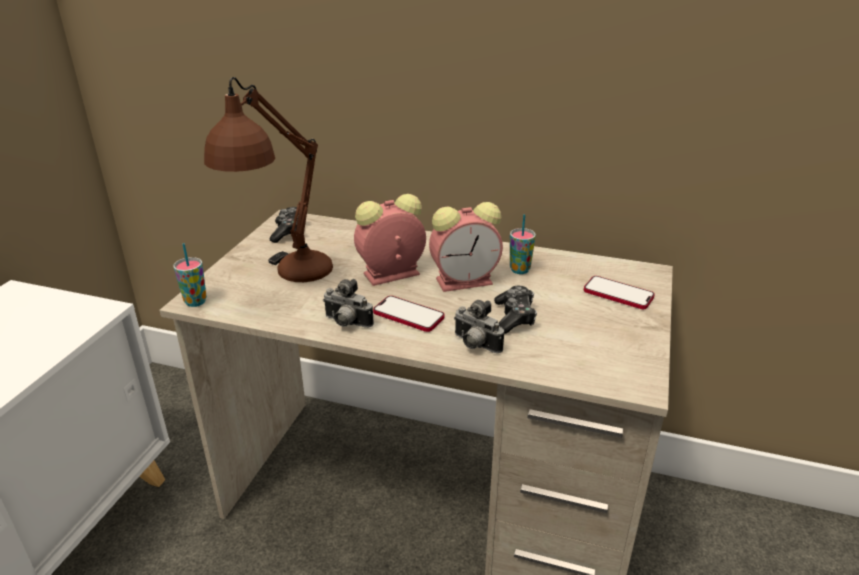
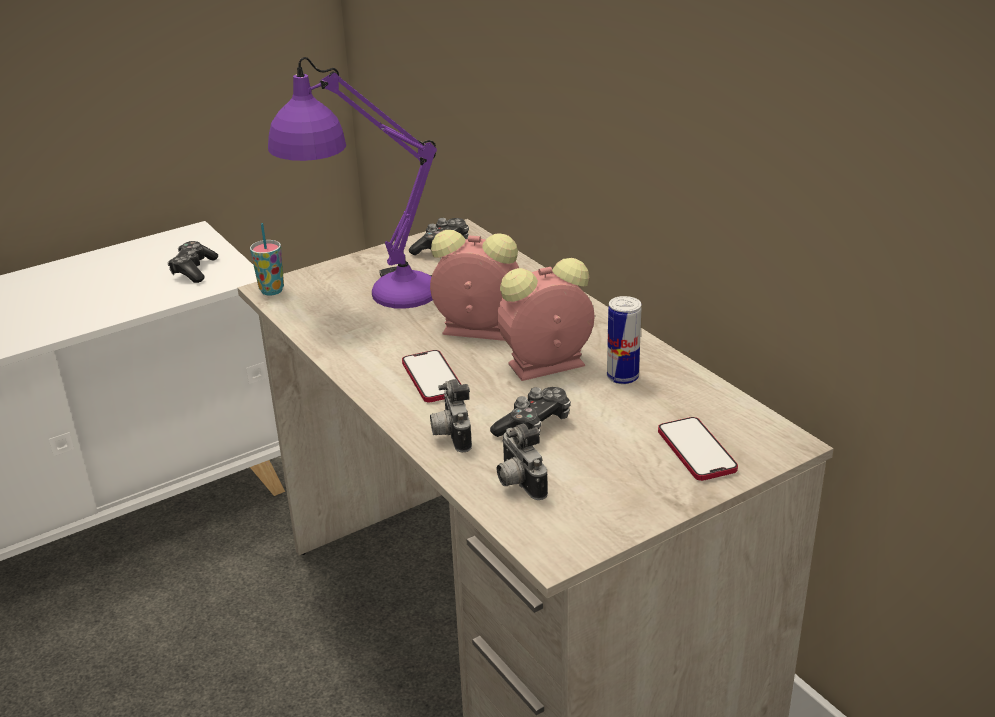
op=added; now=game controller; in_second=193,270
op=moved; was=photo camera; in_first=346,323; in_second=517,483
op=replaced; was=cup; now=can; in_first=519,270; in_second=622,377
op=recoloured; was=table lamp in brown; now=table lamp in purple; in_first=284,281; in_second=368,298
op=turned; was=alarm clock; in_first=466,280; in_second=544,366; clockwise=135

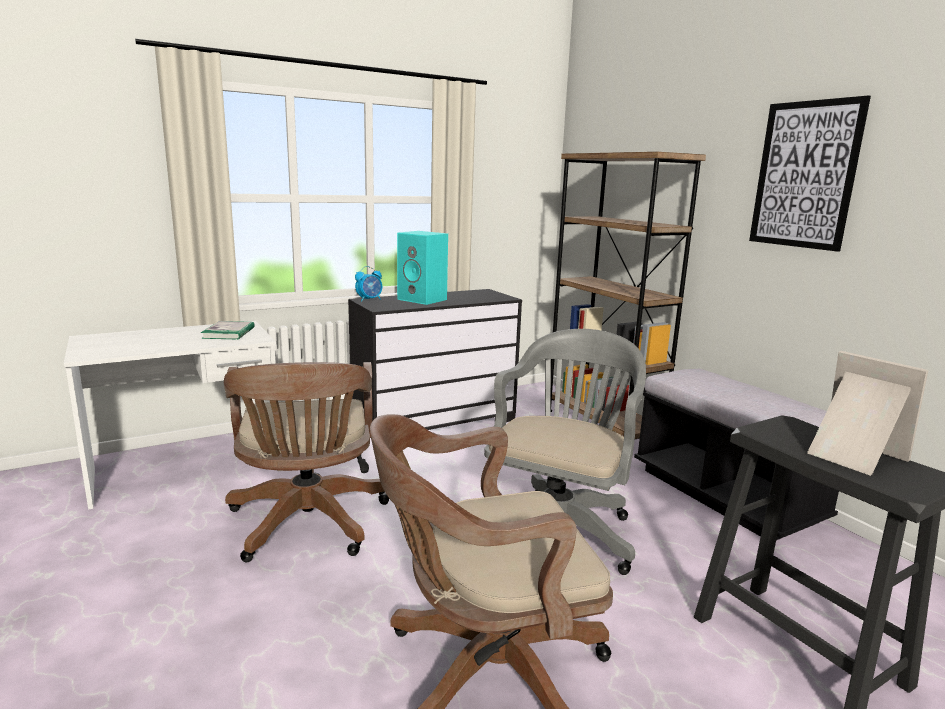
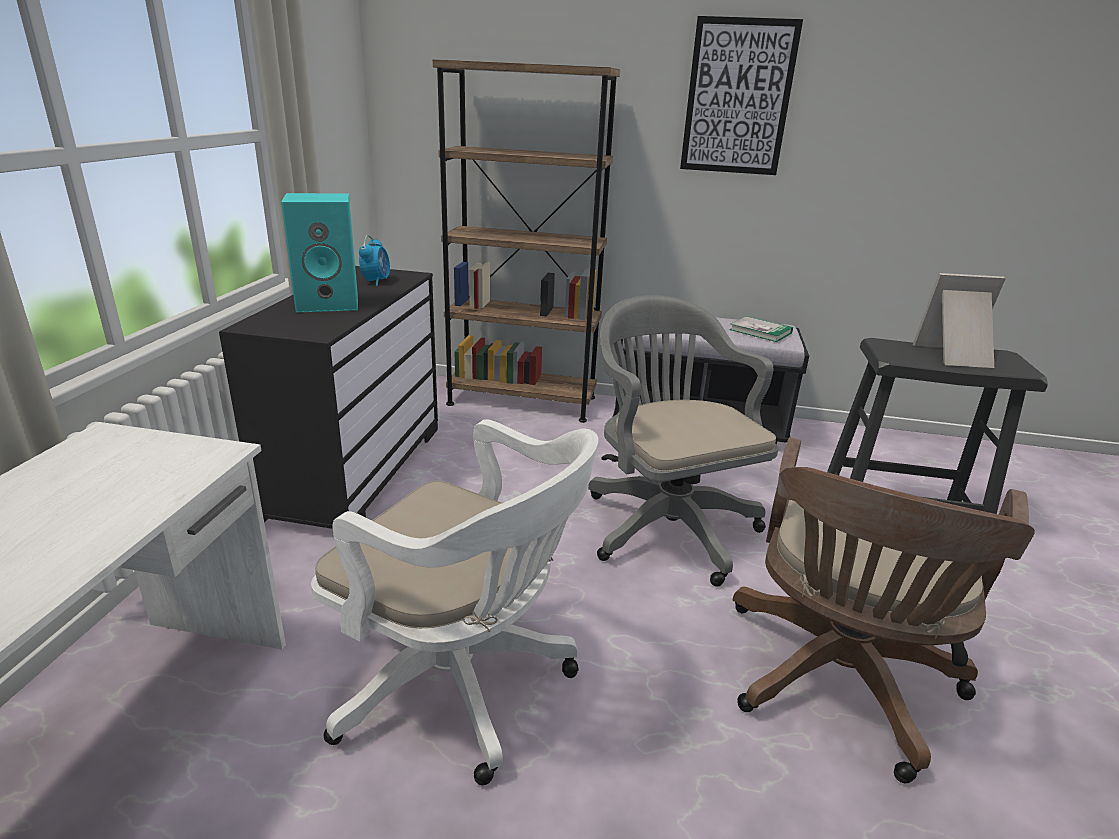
op=moved; was=book; in_first=229,333; in_second=760,331
op=moved; was=alarm clock; in_first=369,300; in_second=376,281
op=recoloured; was=office chair in brown; now=office chair in white; in_first=308,525; in_second=462,683

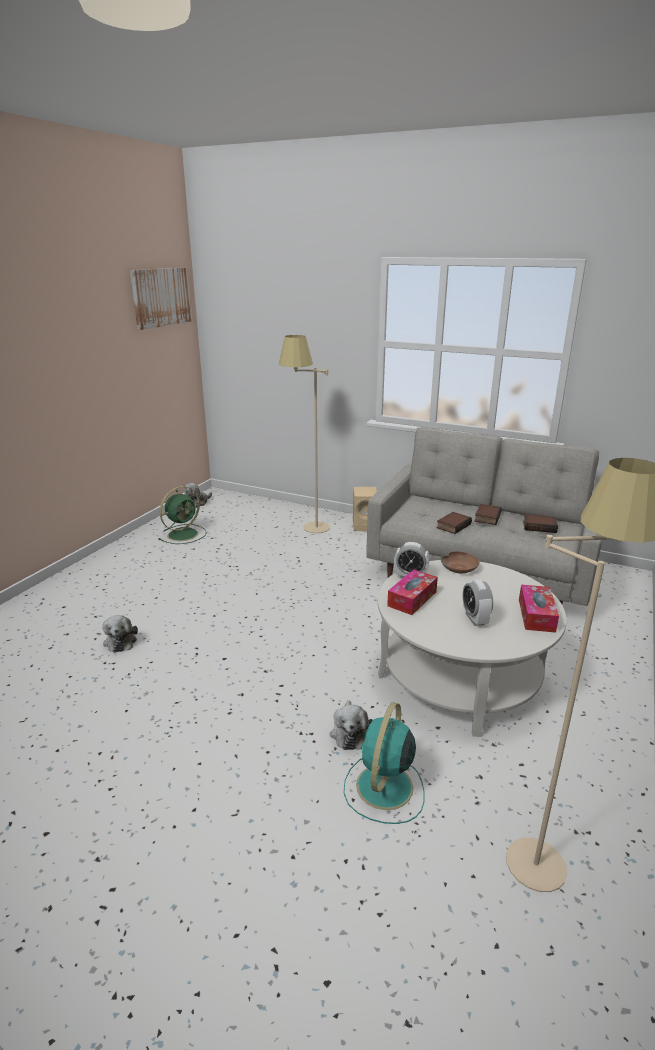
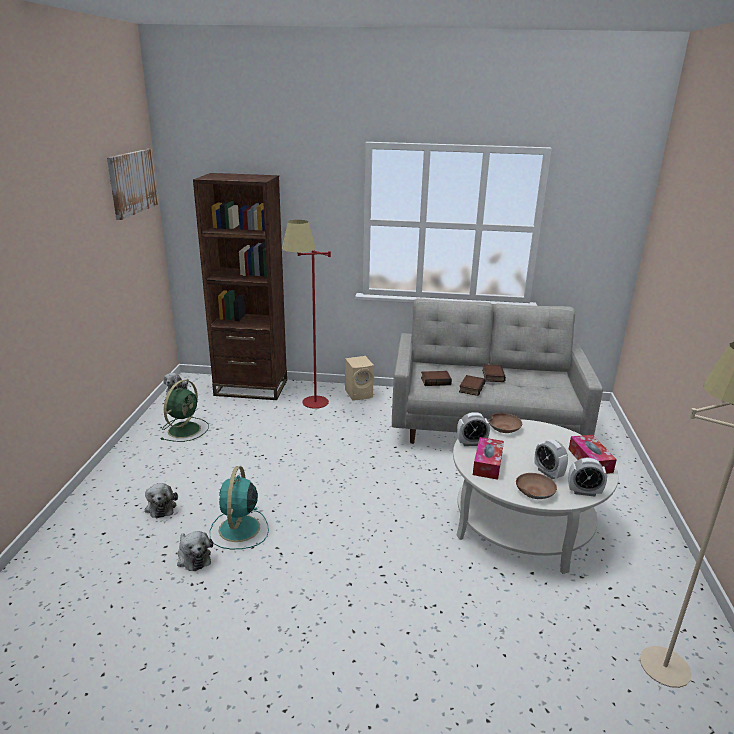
op=added; now=bookcase in brown; in_second=251,388
op=added; now=bowl in brown; in_second=534,491
op=added; now=alarm clock; in_second=584,492
op=moved; was=plush toy; in_first=349,732; in_second=161,506
op=moved; was=fan in turquoise; in_first=383,788; in_second=239,530
op=moved; was=book; in_first=540,526; in_second=436,381
op=recoloured; was=floor lamp in beige; now=floor lamp in red; in_first=308,531; in_second=309,407

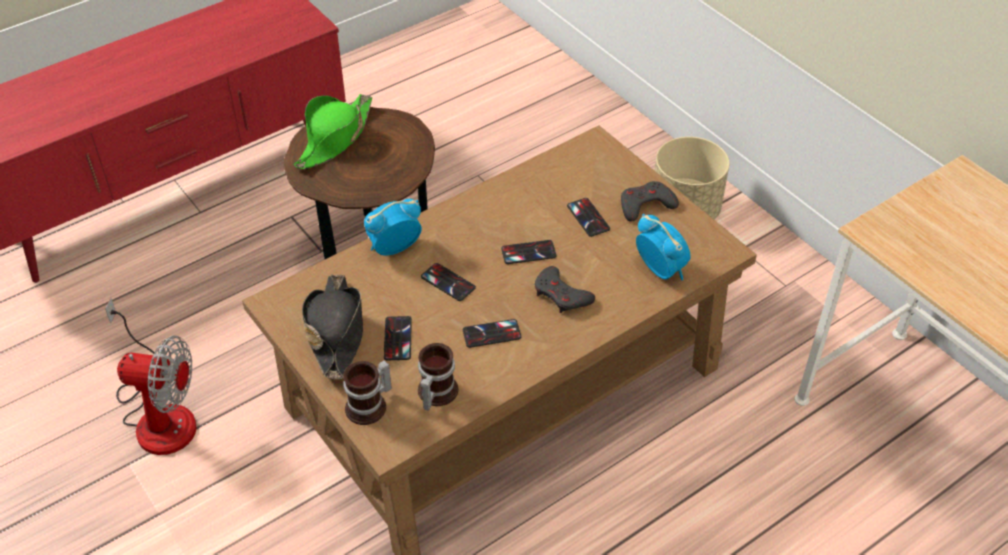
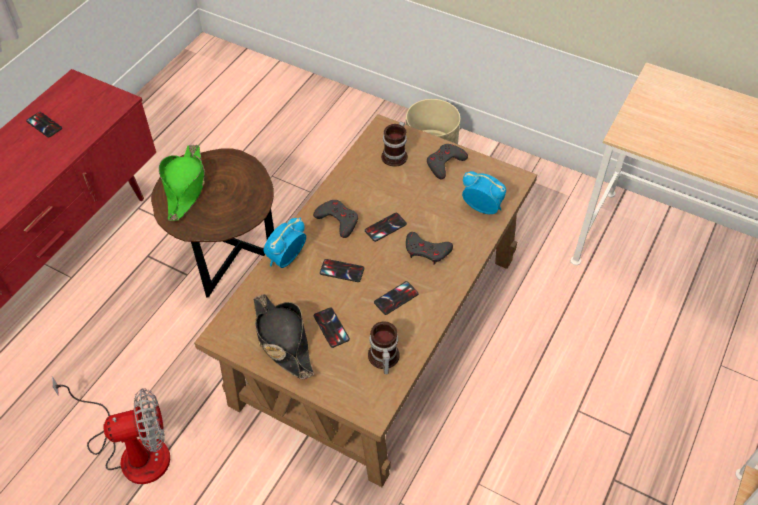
op=added; now=game controller in grey; in_second=338,220
op=moved; was=mug; in_first=370,407; in_second=396,155
op=moved; was=phone; in_first=588,217; in_second=44,125

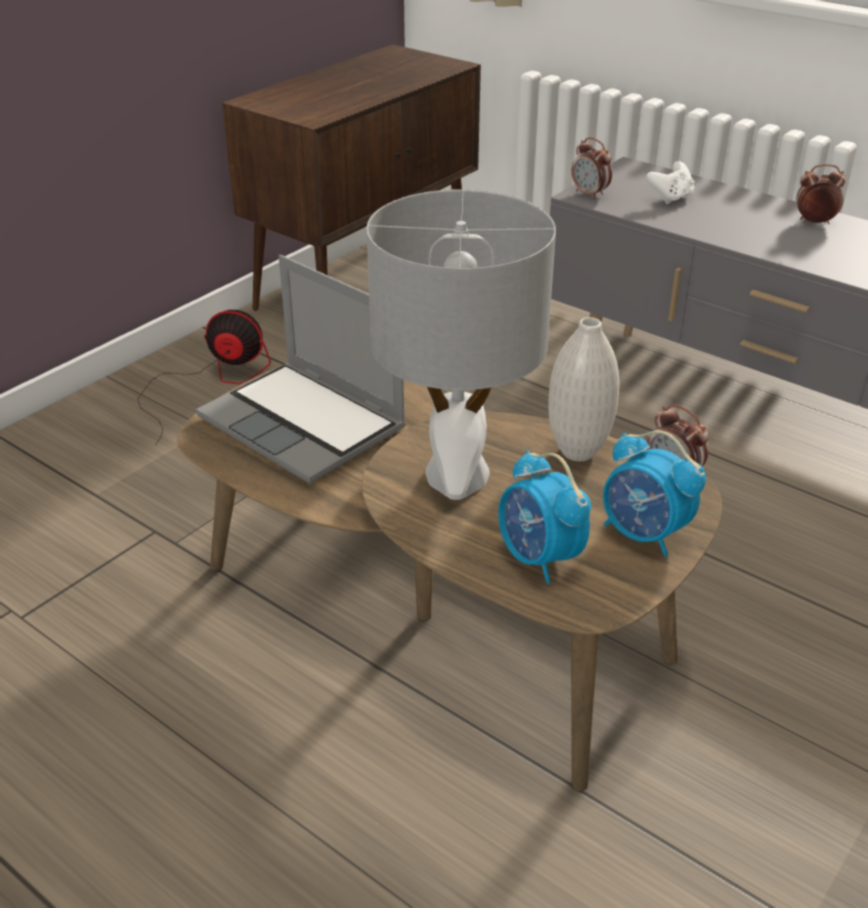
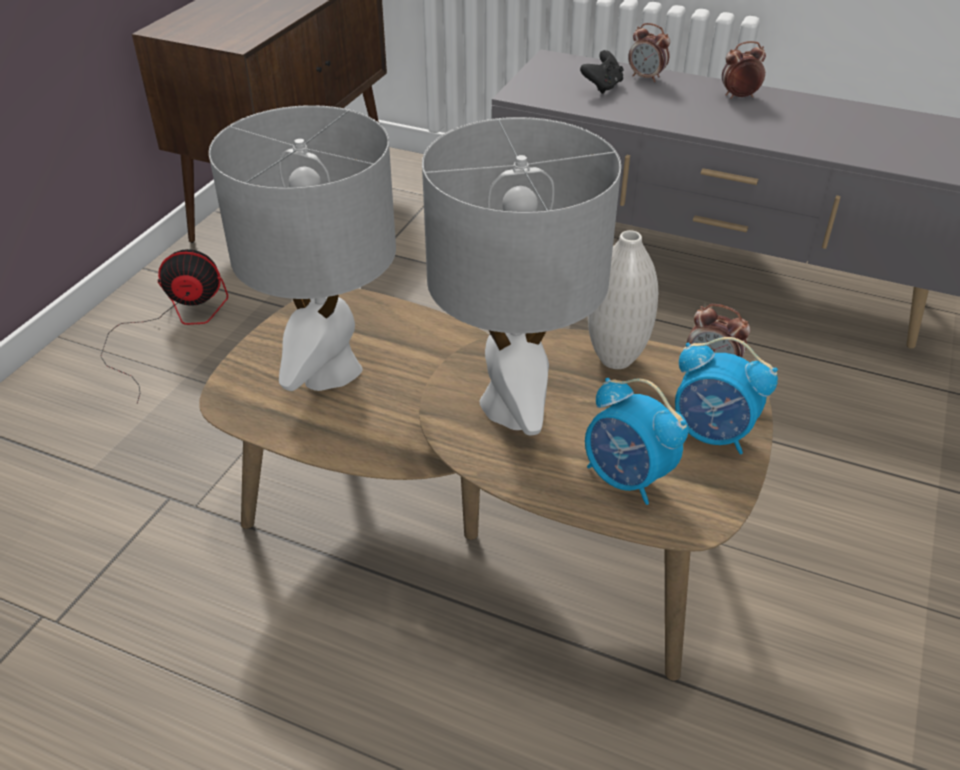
op=moved; was=alarm clock; in_first=590,194; in_second=646,77
op=replaced; was=laptop; now=table lamp in grey; in_first=305,424; in_second=329,371
op=recoloured; was=game controller in white; now=game controller in black; in_first=670,198; in_second=602,87

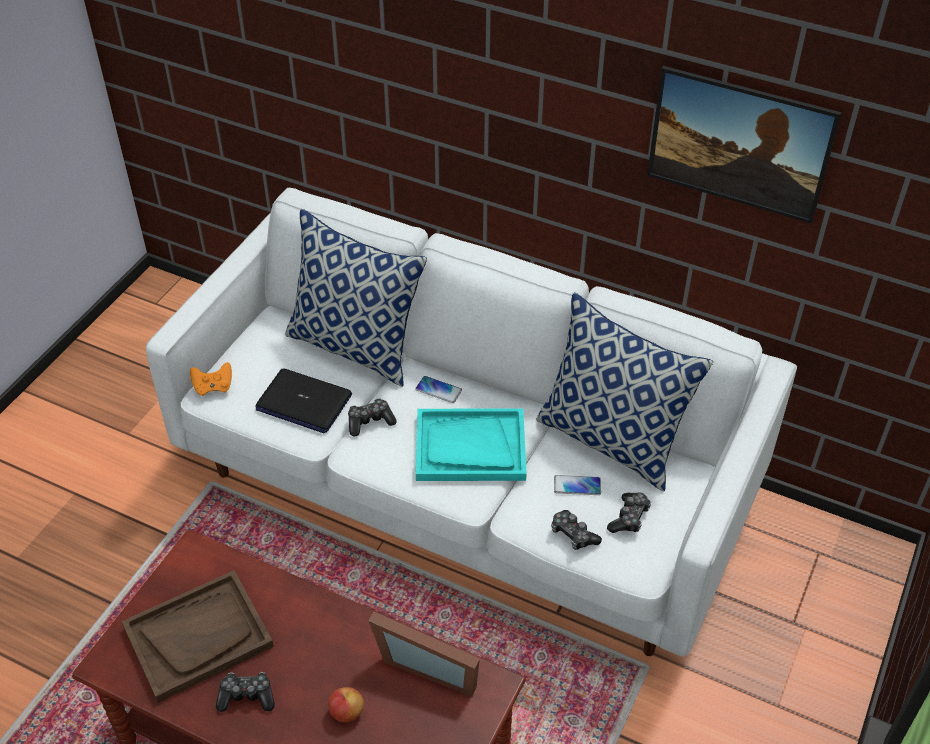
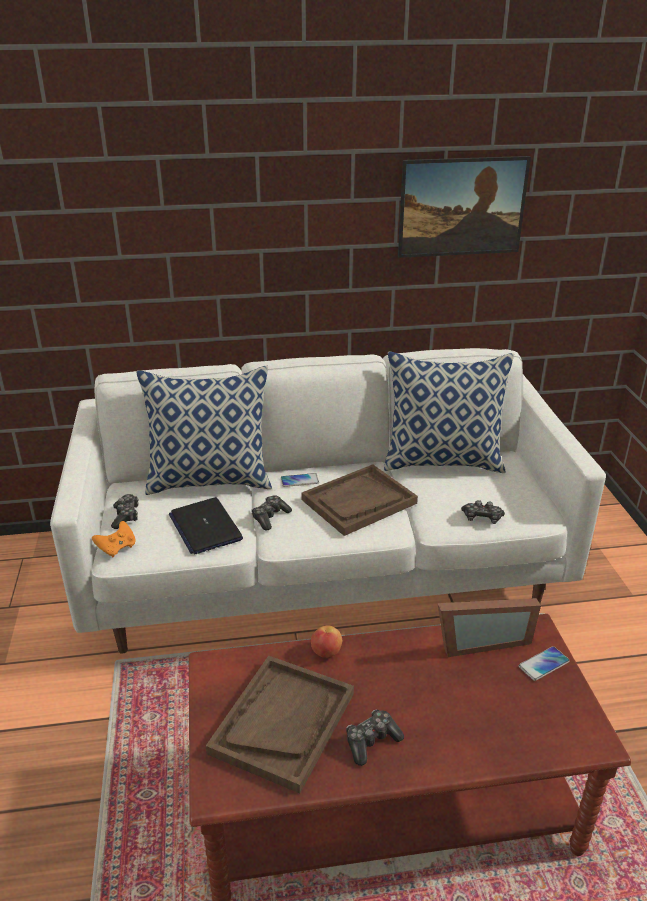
op=moved; was=apple; in_first=346,712; in_second=326,652
op=moved; was=phone; in_first=577,486; in_second=543,664
op=moved; was=game controller; in_first=629,518; in_second=126,516
op=recoloured; was=tray in turquoise; now=tray in brown; in_first=470,447; in_second=359,502
op=turned; was=laptop; in_first=303,402; in_second=205,527; clockwise=75

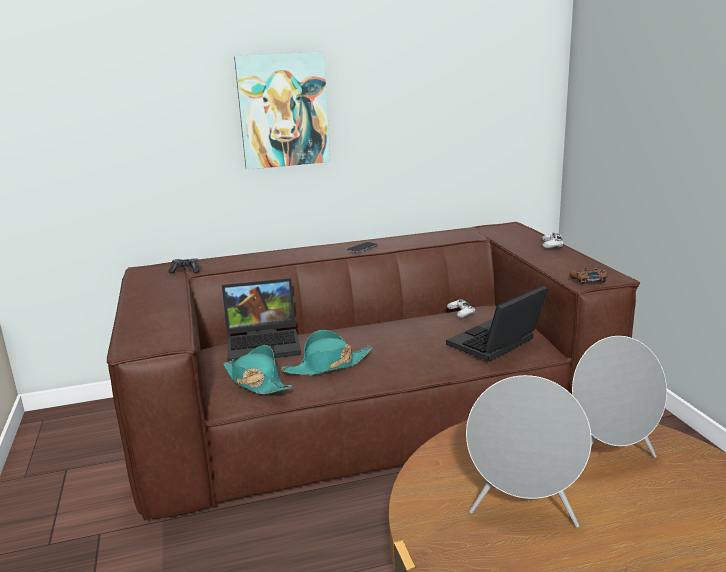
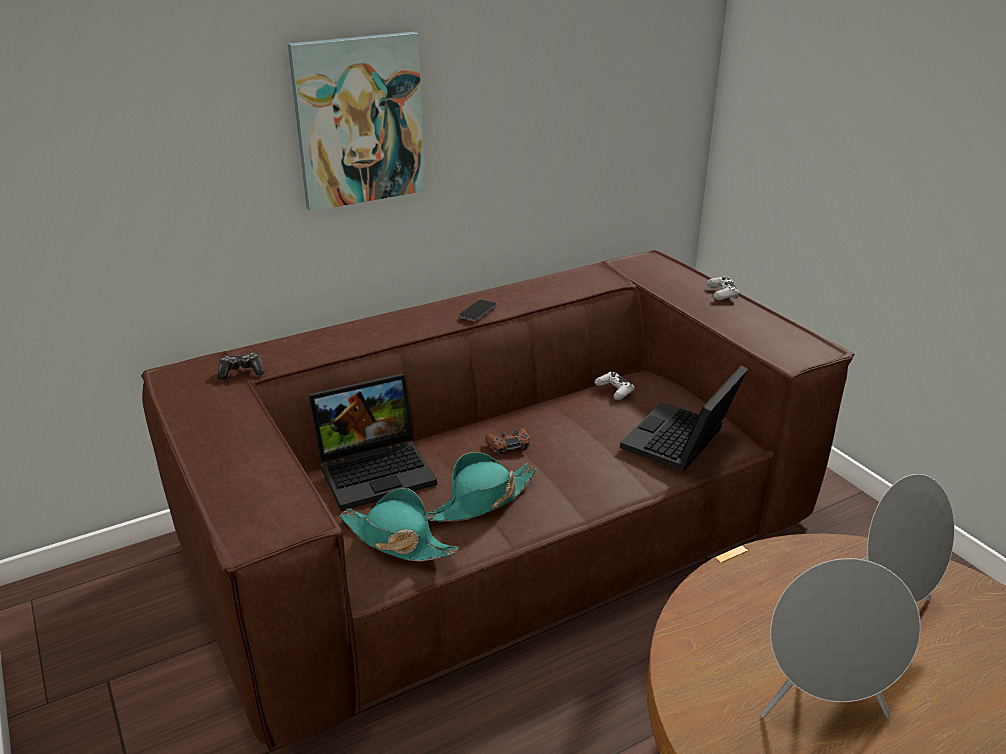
op=moved; was=game controller in brown; in_first=589,280; in_second=508,445

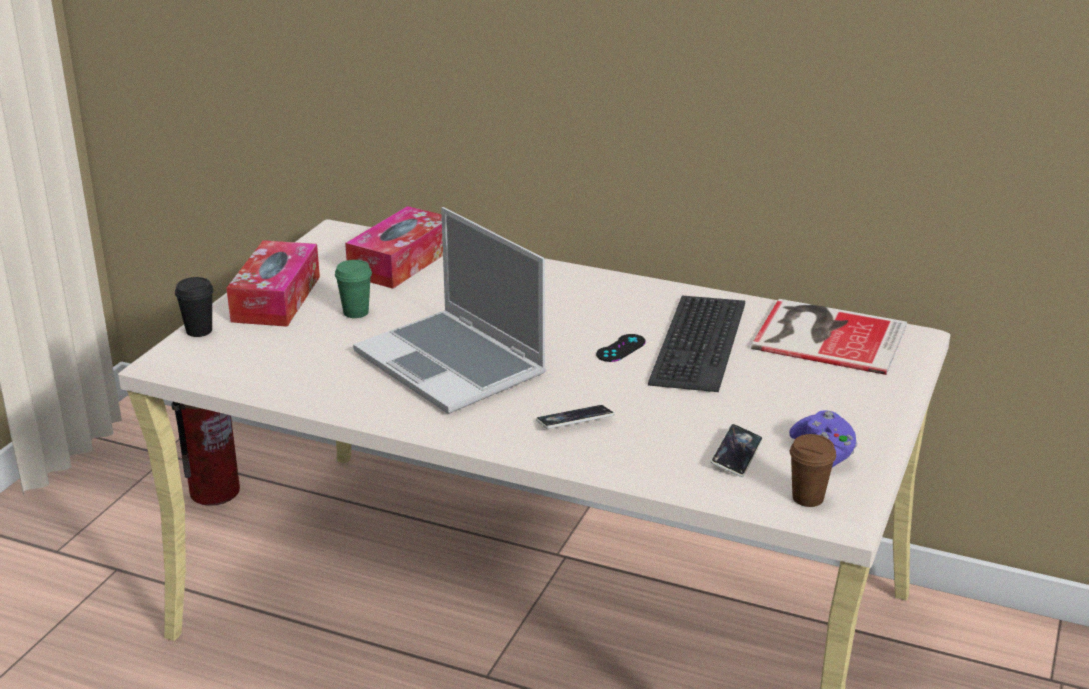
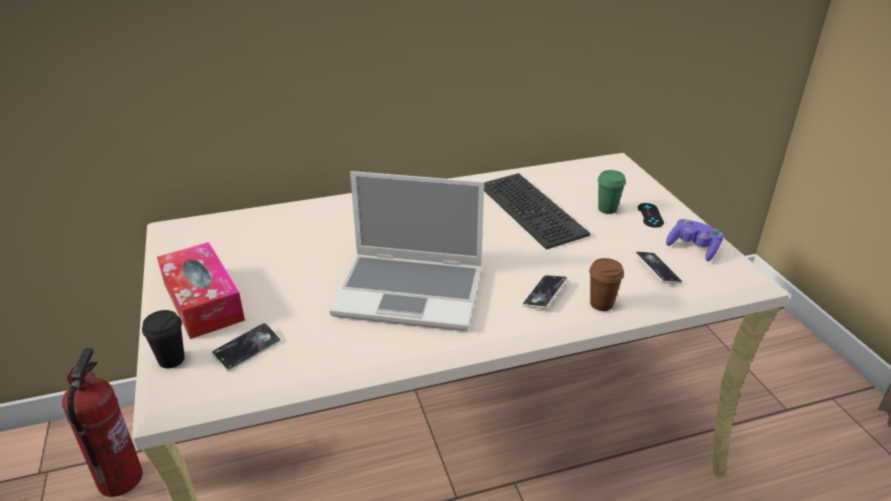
op=removed; was=tissue box; in_first=401,262
op=removed; was=book; in_first=826,335
op=added; now=phone; in_second=247,350
op=moved; was=cup in green; in_first=356,312; in_second=607,209
op=moved; was=game controller in black; in_first=620,348; in_second=650,215
op=moved; was=cup in brown; in_first=808,498; in_second=601,304

